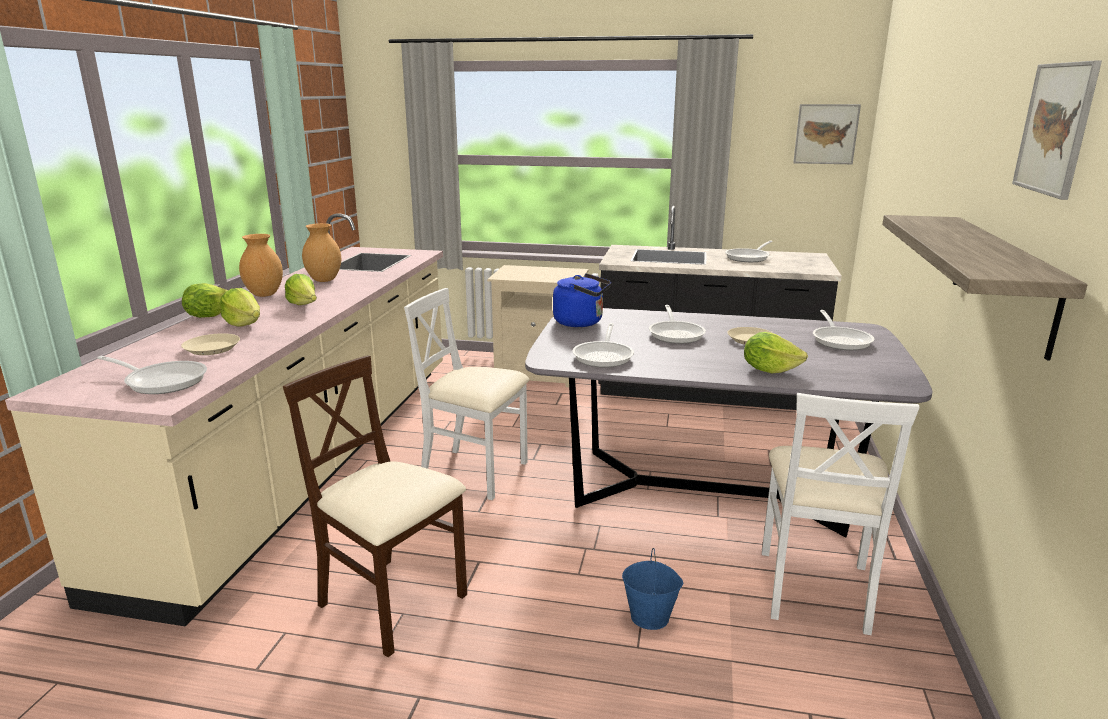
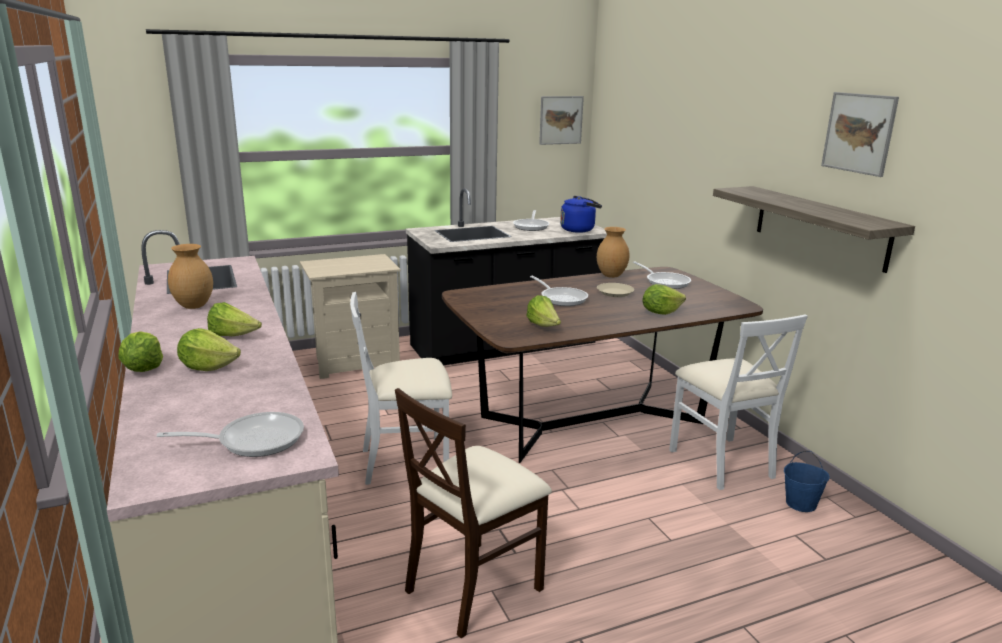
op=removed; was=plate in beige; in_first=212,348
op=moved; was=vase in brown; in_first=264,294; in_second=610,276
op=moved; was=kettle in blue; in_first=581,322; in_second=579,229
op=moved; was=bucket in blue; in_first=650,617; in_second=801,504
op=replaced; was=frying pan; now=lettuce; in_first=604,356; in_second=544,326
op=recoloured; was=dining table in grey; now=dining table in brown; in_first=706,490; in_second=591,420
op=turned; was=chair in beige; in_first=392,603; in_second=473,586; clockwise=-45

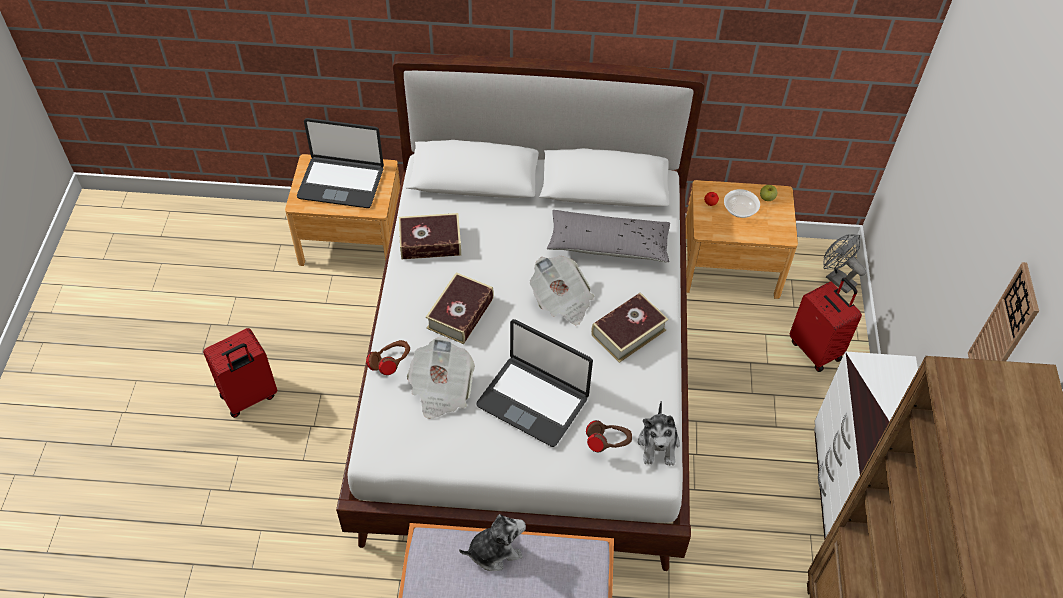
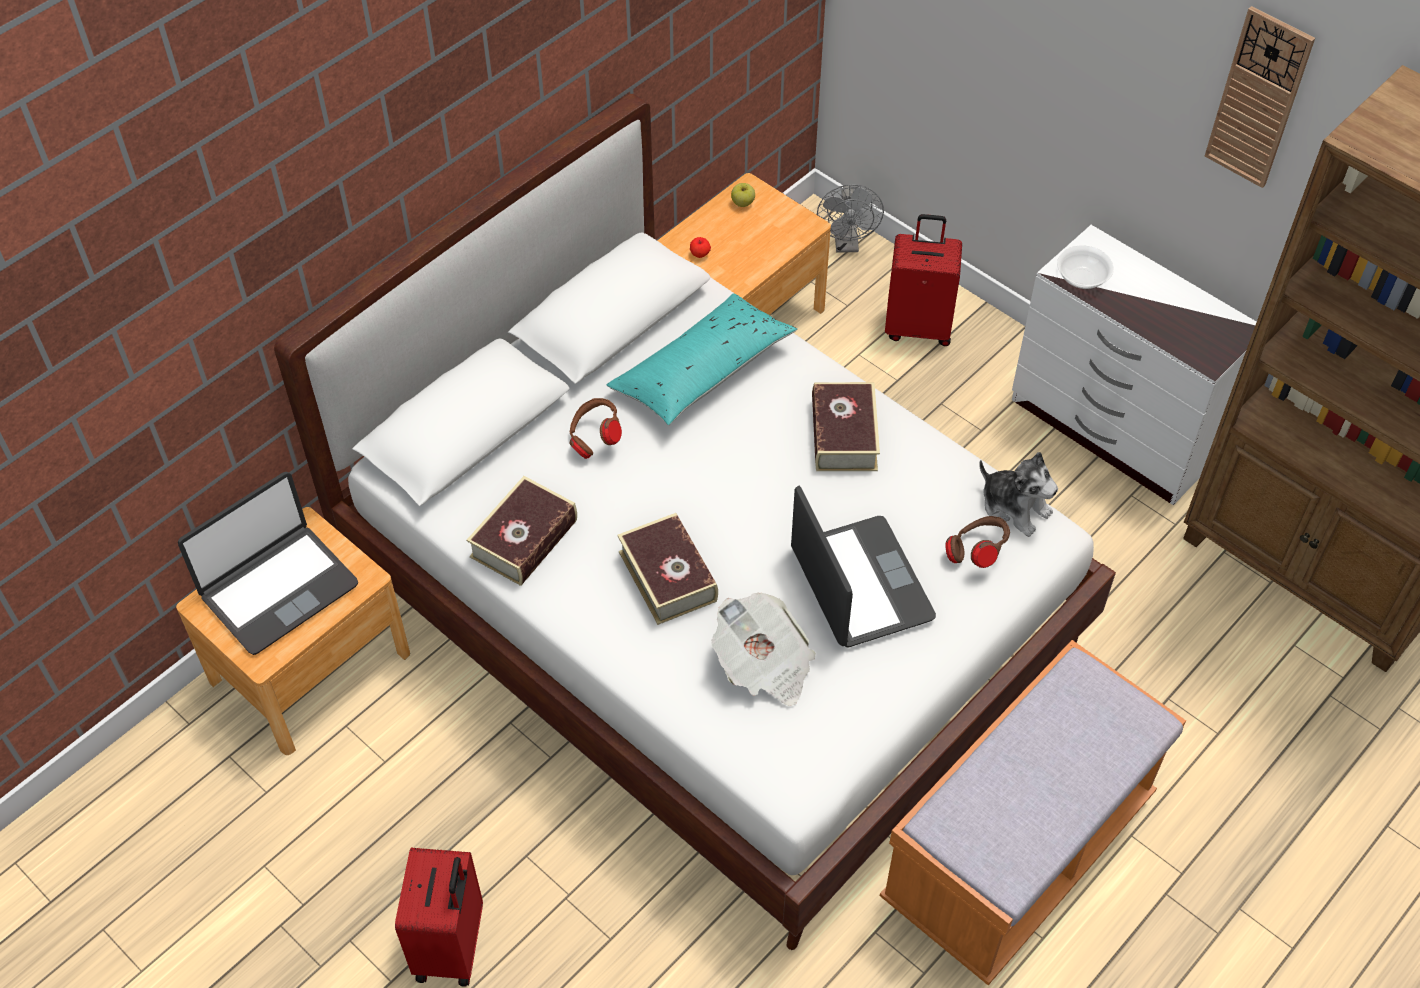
op=removed; was=plush toy; in_first=494,550
op=removed; was=newspaper; in_first=561,301
op=moved; was=headphones in brown; in_first=391,364; in_second=594,439
op=moved; was=bowl; in_first=740,210; in_second=1082,277
op=recoloured; was=pillow in grey; now=pillow in turquoise; in_first=608,245; in_second=702,371
op=turned; was=laptop; in_first=533,401; in_second=859,584; clockwise=-90
op=turned; was=fan in grey; in_first=836,279; in_second=847,244; clockwise=-90

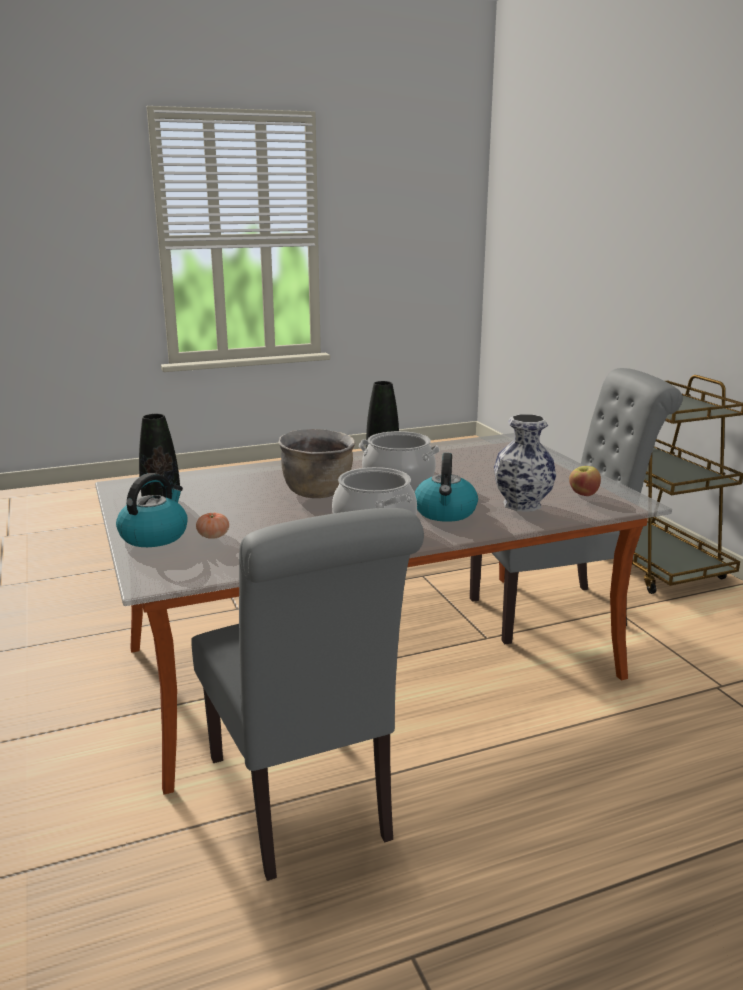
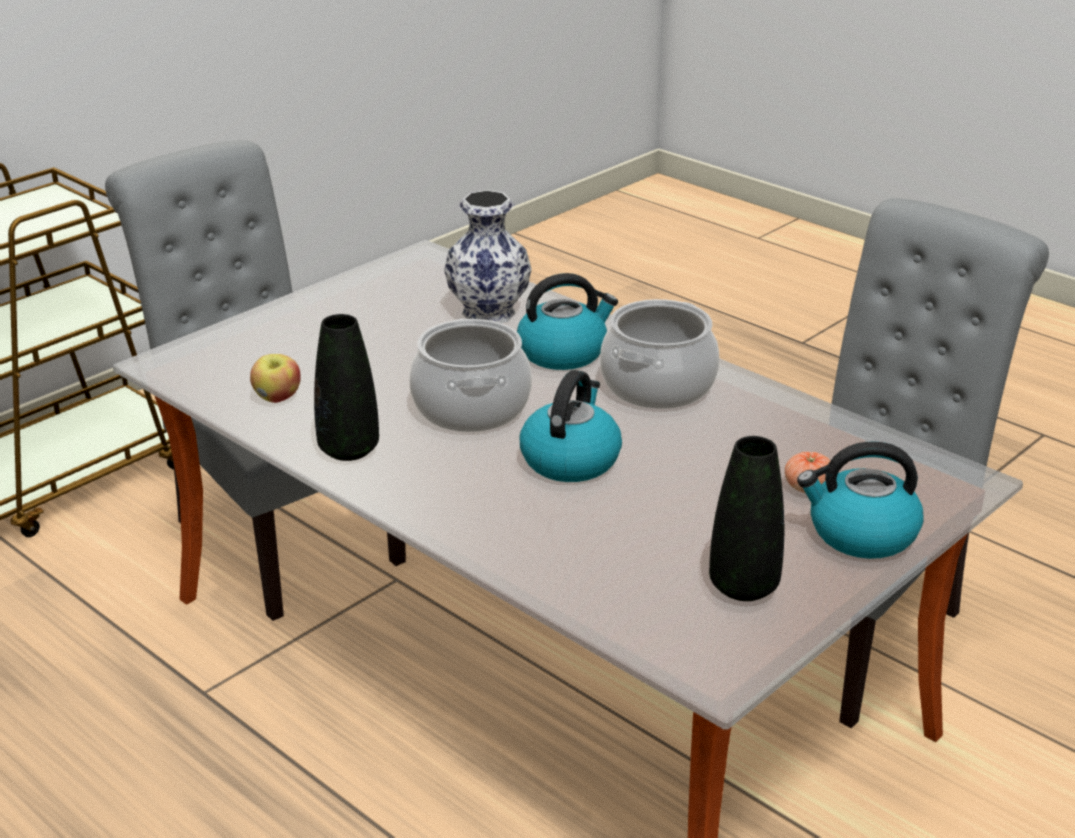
op=moved; was=apple; in_first=583,494; in_second=277,398
op=replaced; was=cooking pot in brown; now=kettle; in_first=318,492; in_second=570,459

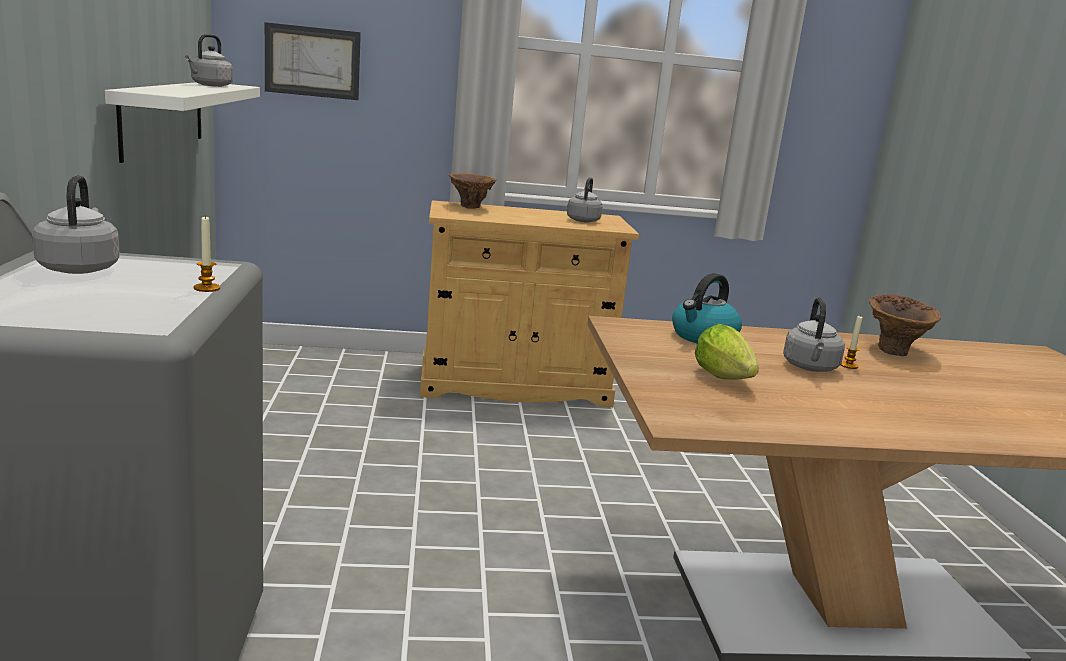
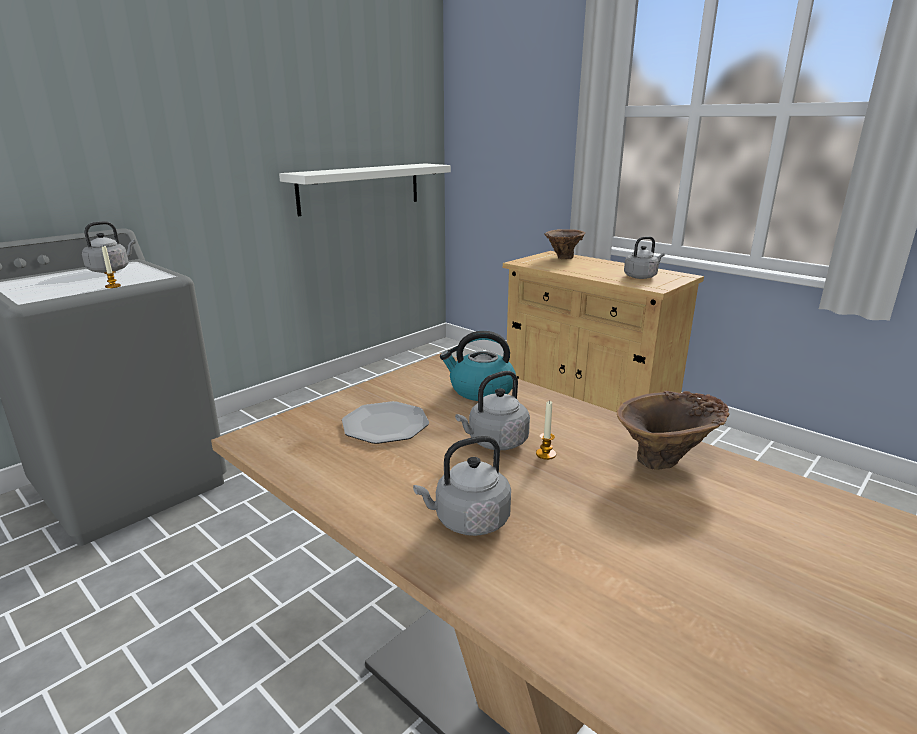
op=removed; was=picture; in_first=312,62
op=moved; was=kettle in grey; in_first=210,85; in_second=468,521
op=replaced; was=lettuce; now=plate; in_first=726,379; in_second=385,425

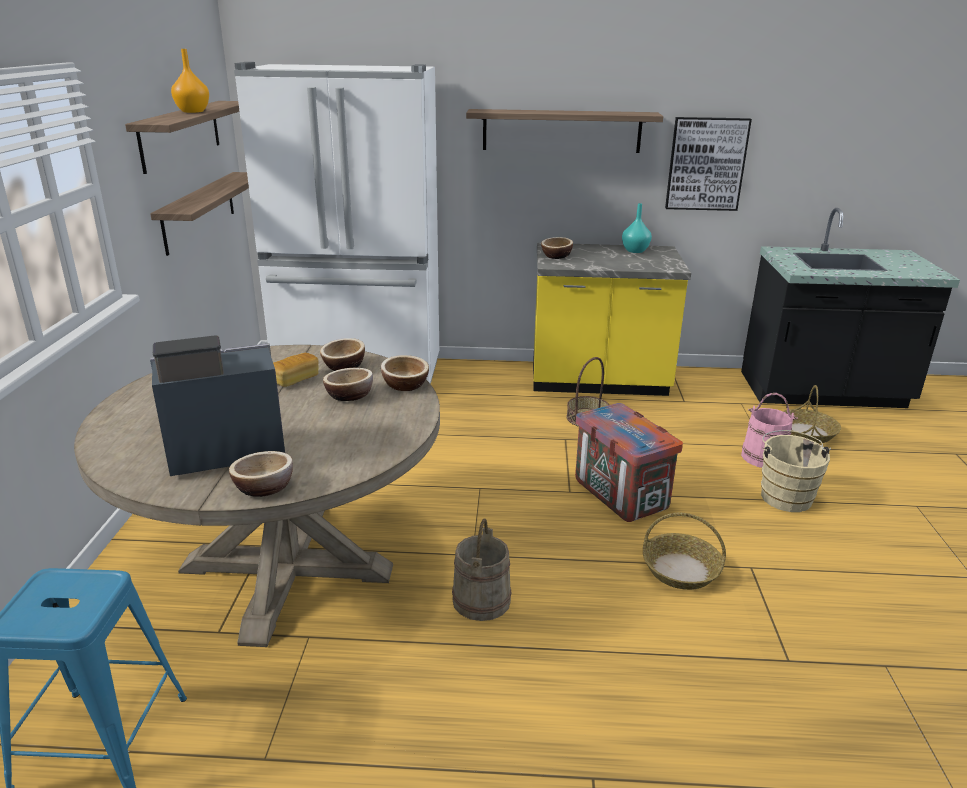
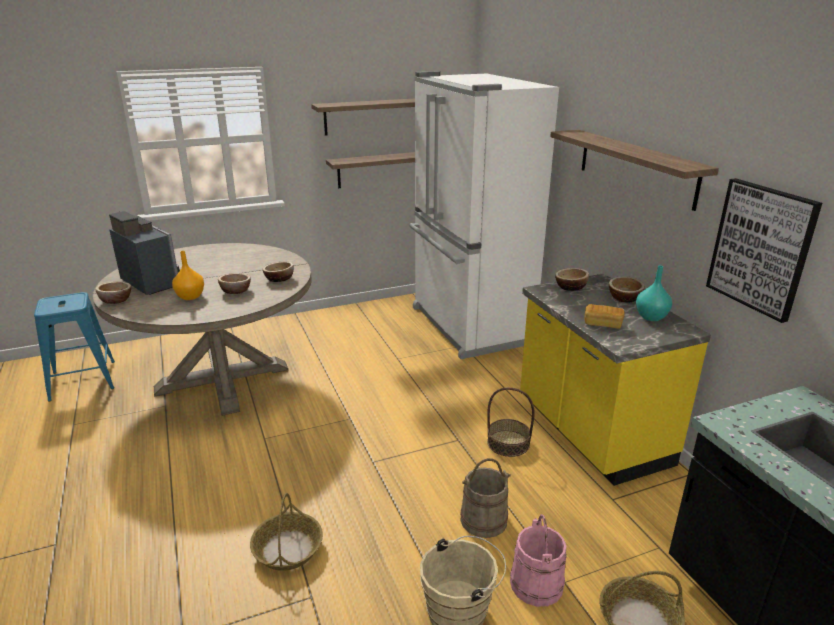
op=removed; was=crate; in_first=621,496
op=moved; was=vase in orange; in_first=192,111; in_second=191,296
op=moved; was=bread; in_first=295,379; in_second=602,324
op=moved; was=bowl; in_first=405,385; in_second=624,298
op=moved; was=bucket in beige; in_first=481,600; in_second=483,519

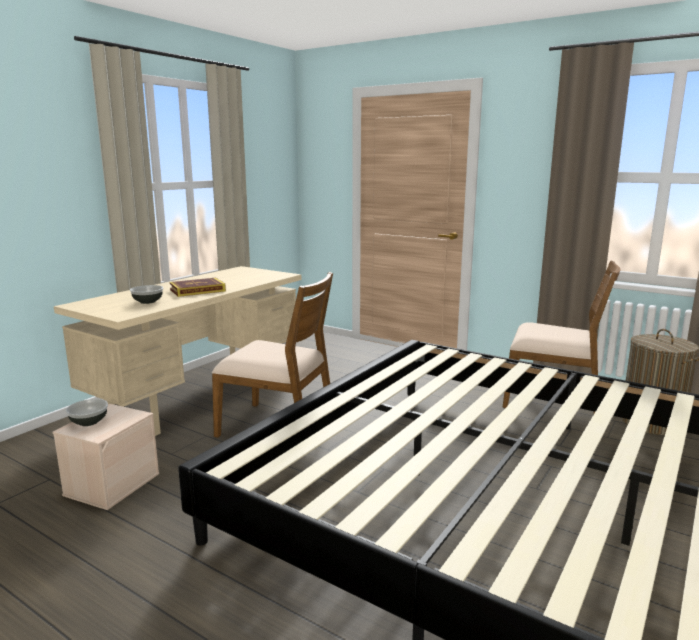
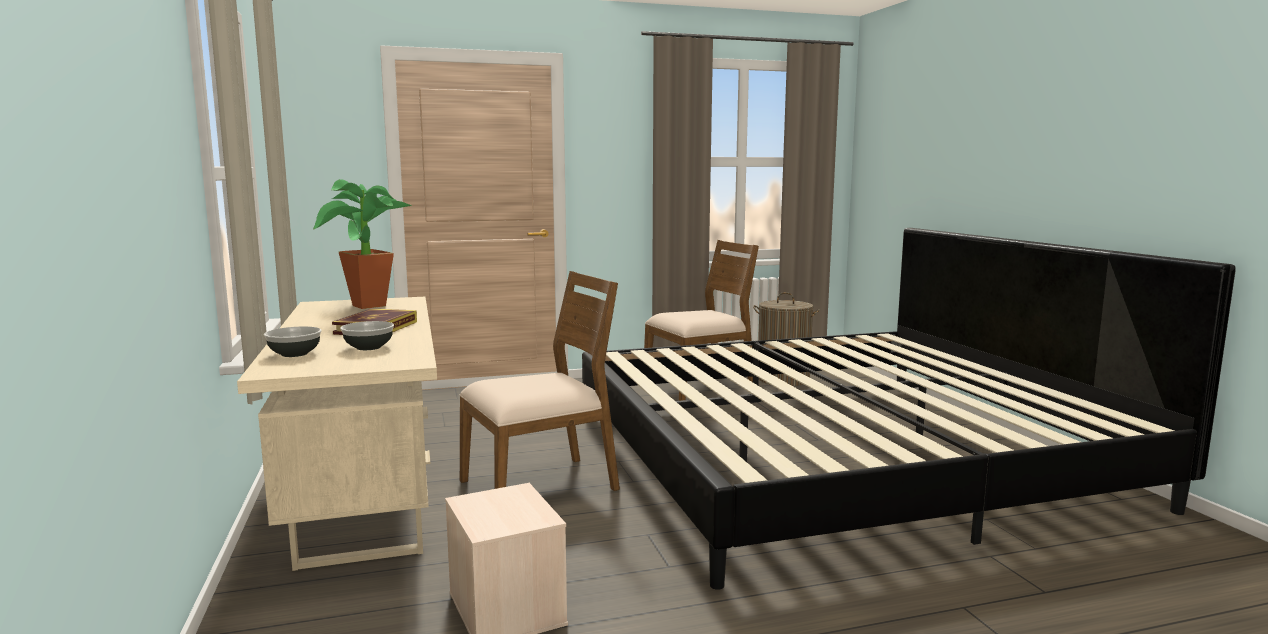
op=added; now=potted plant; in_second=368,307
op=moved; was=bowl; in_first=89,422; in_second=294,354

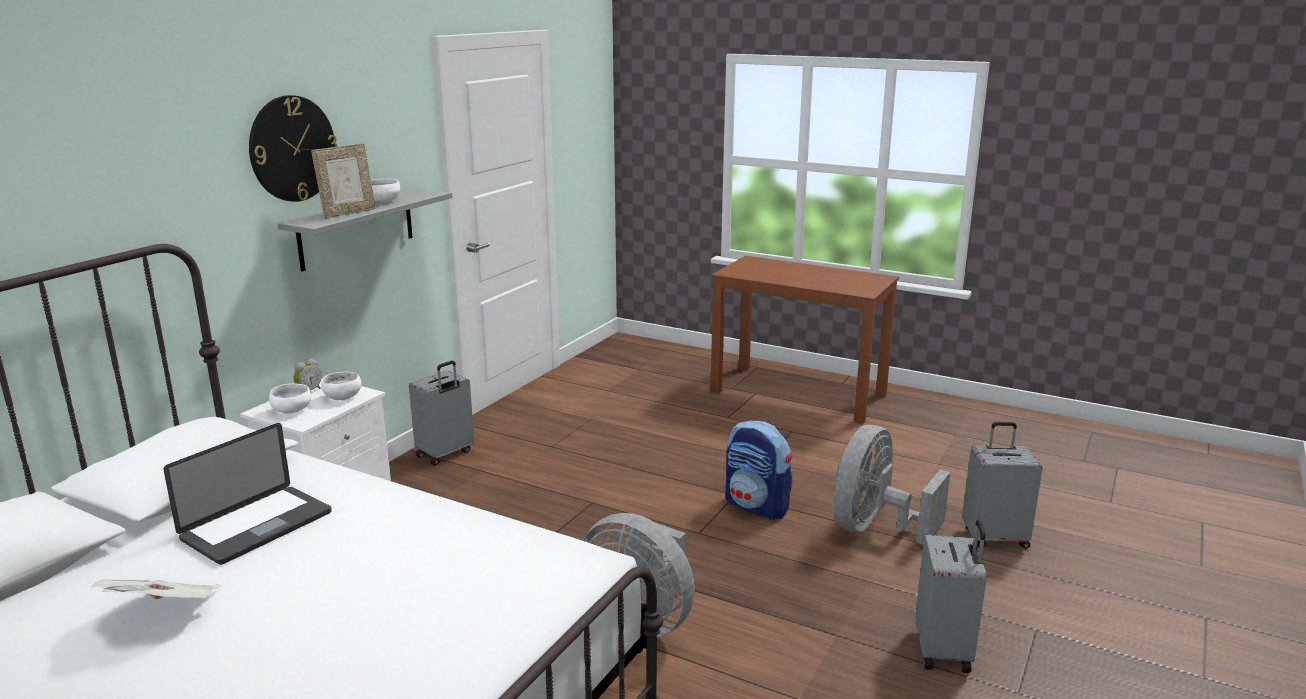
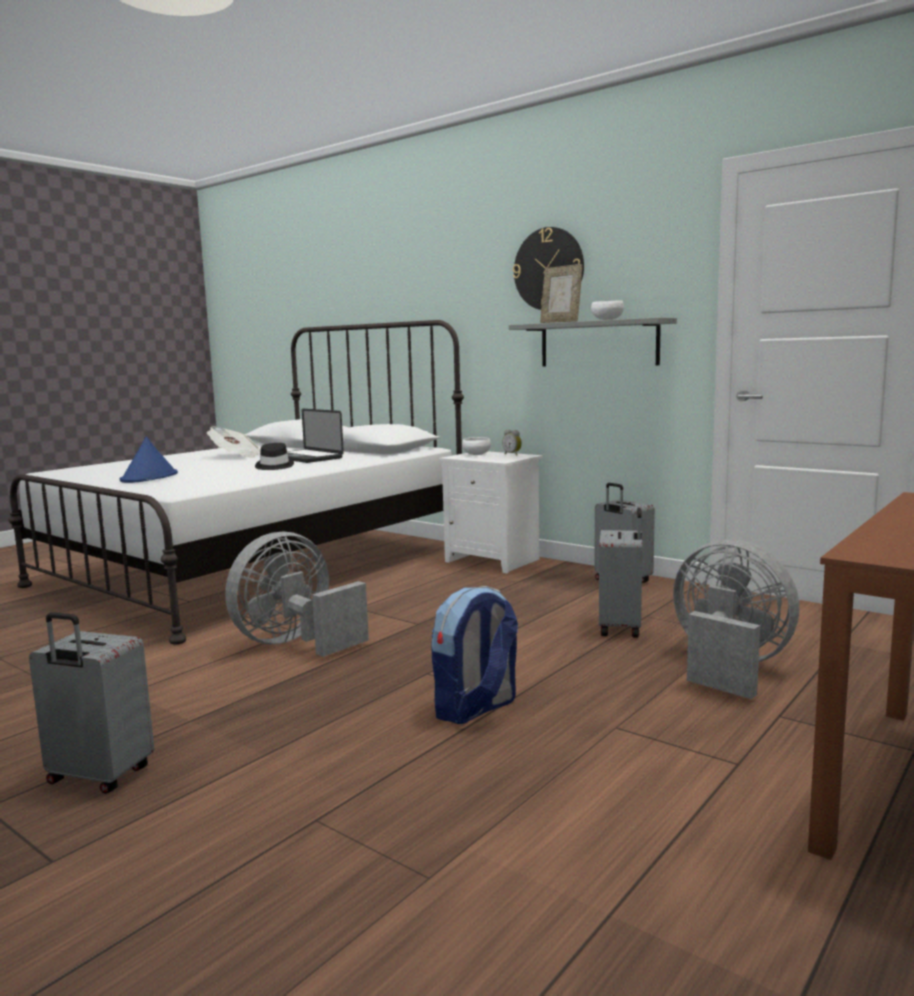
op=removed; was=bowl in white; in_first=342,397
op=added; now=hat in blue; in_second=149,478
op=added; now=hat in black; in_second=273,466
op=moved; was=fan in grey; in_first=874,528; in_second=728,667
op=moved; was=suitcase in grey; in_first=994,538; in_second=621,628

